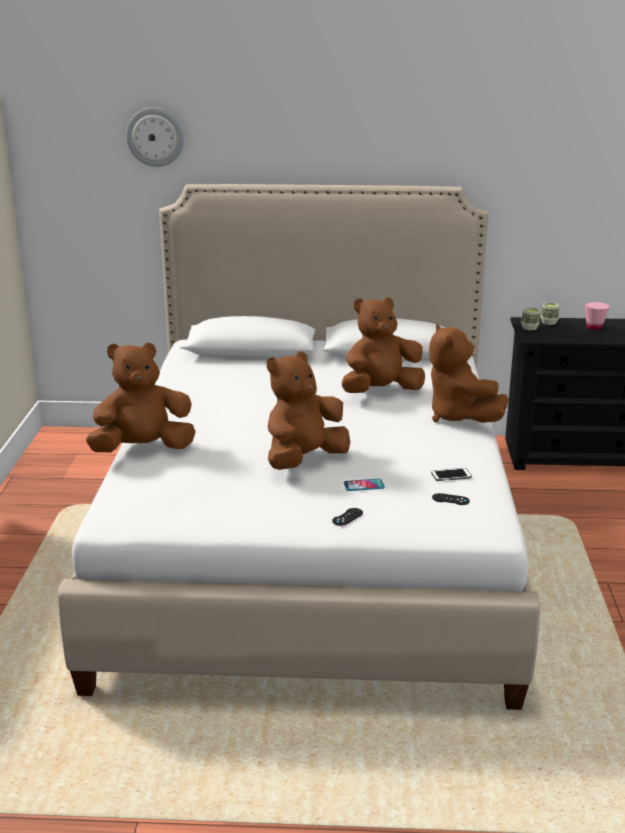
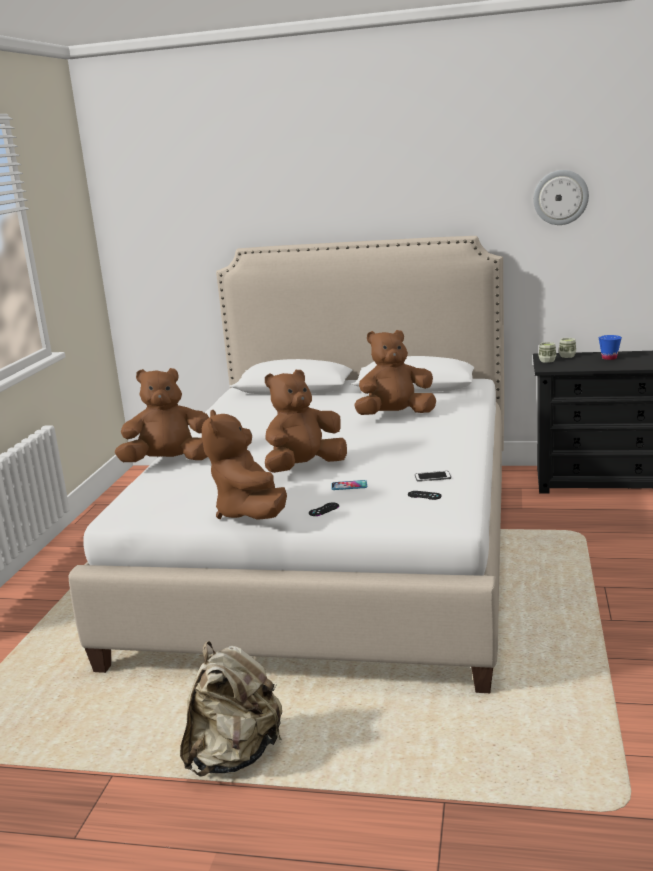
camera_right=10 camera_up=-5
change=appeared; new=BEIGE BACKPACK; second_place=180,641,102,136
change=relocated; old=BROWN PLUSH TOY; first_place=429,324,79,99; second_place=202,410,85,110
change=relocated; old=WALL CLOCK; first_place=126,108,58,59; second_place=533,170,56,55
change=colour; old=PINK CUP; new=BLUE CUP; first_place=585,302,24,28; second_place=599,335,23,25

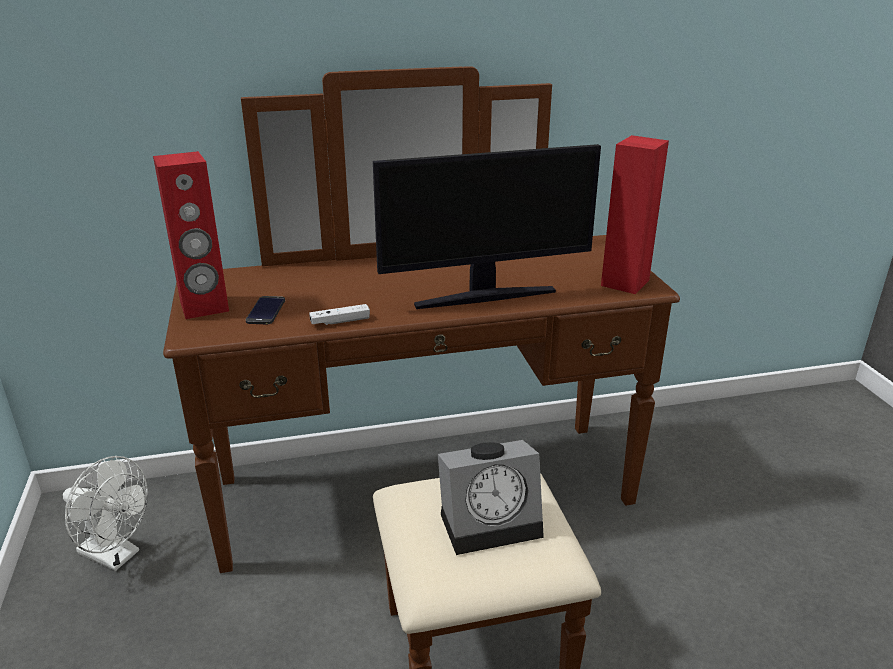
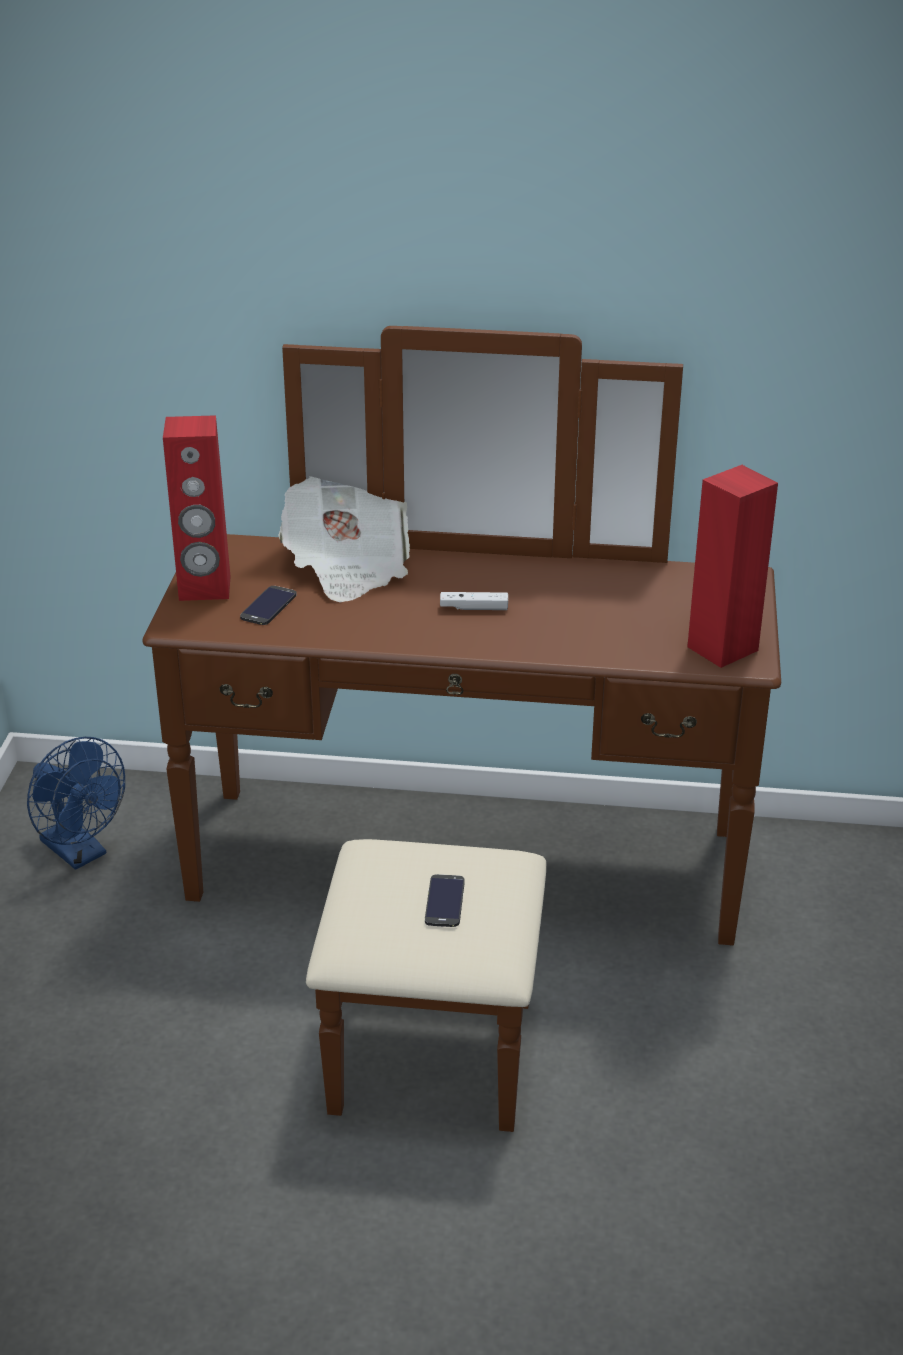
camera_right=20 camera_up=5
change=colour; old=WHITE FAN; new=BLUE FAN; first_place=63,456,85,115; second_place=27,737,98,133
change=appeared; new=NEWSPAPER; second_place=279,476,131,127
change=exchanged; old=ALARM CLOCK; new=PHONE; first_place=438,440,106,115; second_place=425,874,40,53
change=relocated; old=WHITE GAME CONTROLLER; first_place=309,304,61,21; second_place=440,592,68,18
change=missing; old=MONITOR; first_place=373,144,228,165

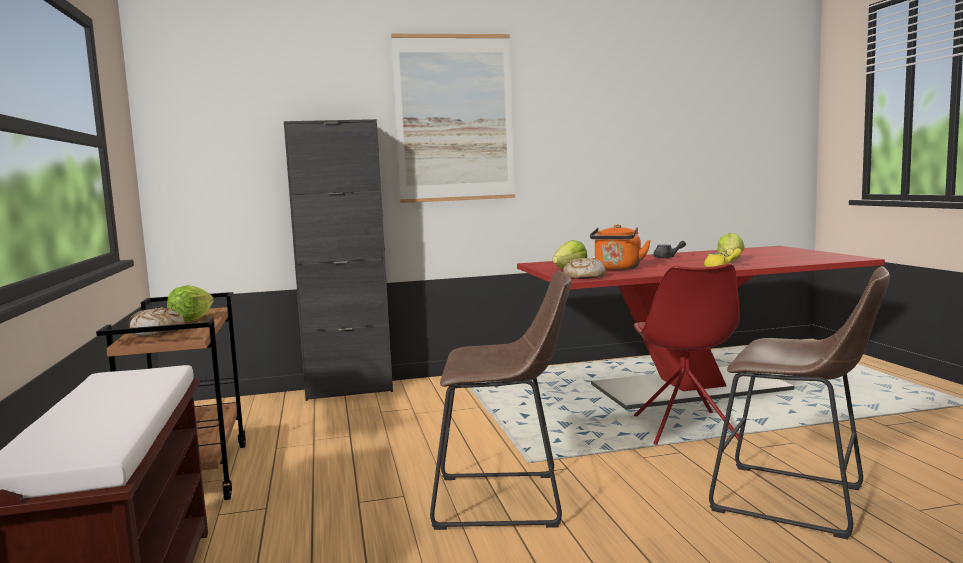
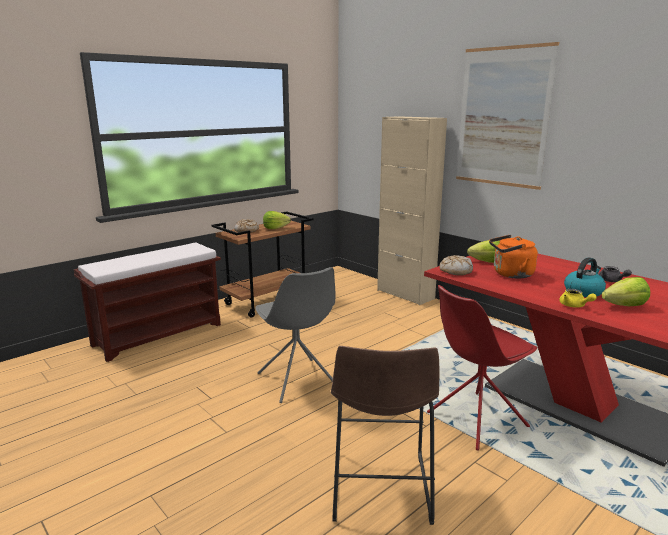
camera_right=60 camera_up=10
change=exchanged; old=BROWN STOOL; new=GREY CHAIR; first_place=430,270,141,260; second_place=256,267,79,136
change=colour; old=BLACK CABINET; new=BEIGE CABINET; first_place=284,119,109,282; second_place=377,116,70,189
change=appeared; new=KETTLE; second_place=564,257,42,40

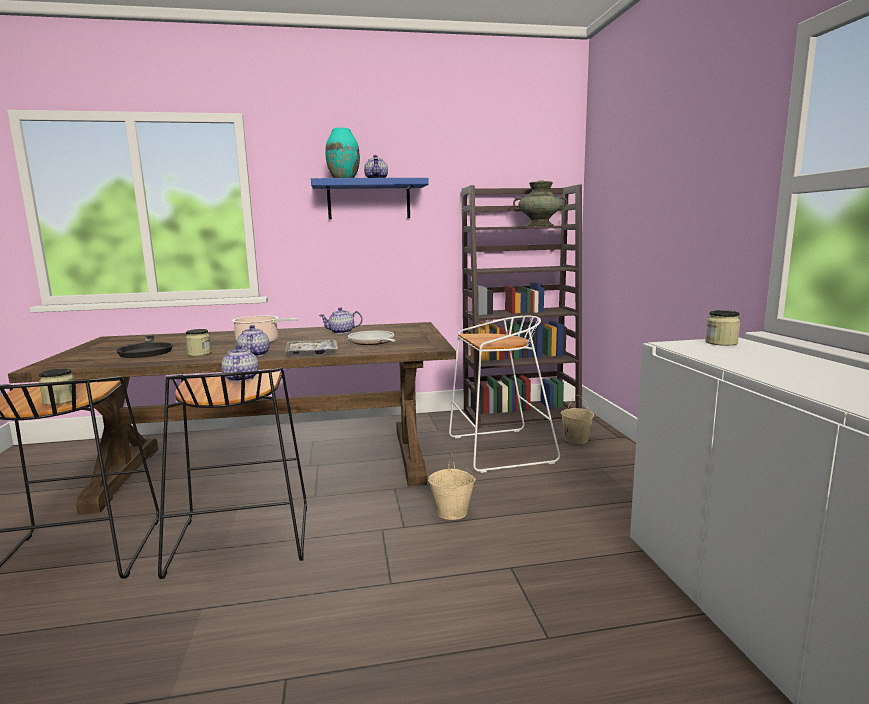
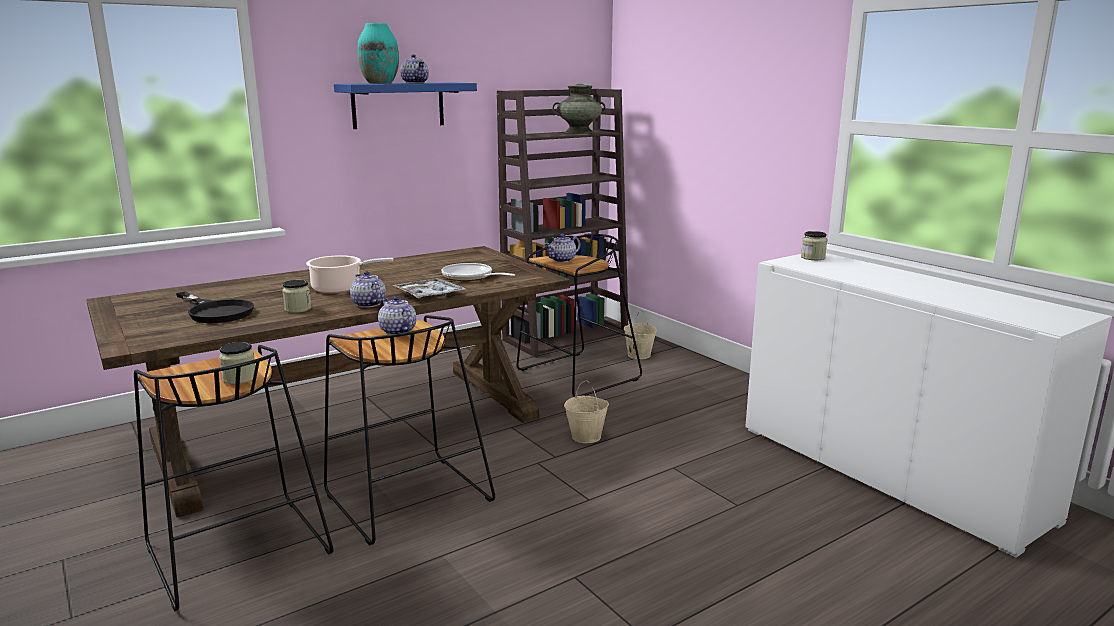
camera_right=-25 camera_up=5
change=colour; old=WHITE STOOL; new=BLACK STOOL; first_place=449,316,111,157; second_place=516,234,126,163
change=relocated; old=TEAPOT; first_place=319,307,43,27; second_place=544,234,37,28

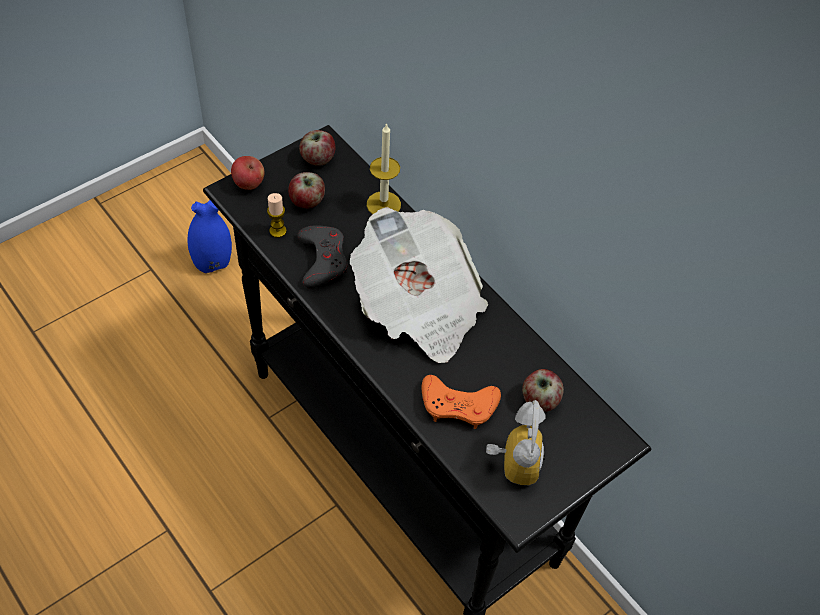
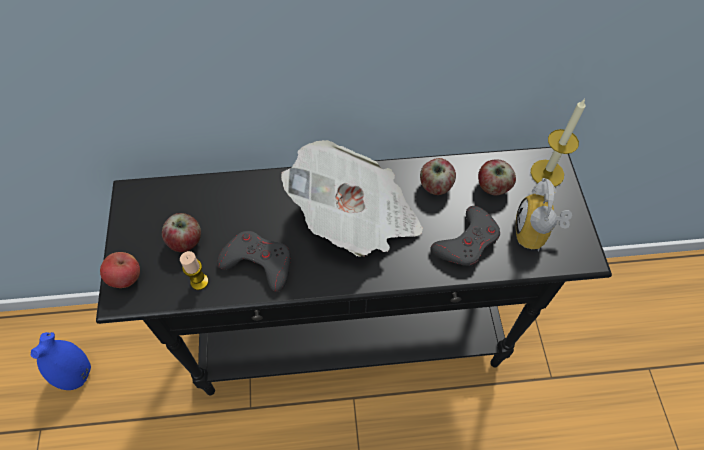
camera_right=-55 camera_up=5
change=relocated; old=APPLE; first_place=299,130,37,36; second_place=420,158,36,37
change=colour; old=ORANGE GAME CONTROLLER; new=GREY GAME CONTROLLER; first_place=422,375,79,54; second_place=430,206,70,61
change=spun; old=ALARM CLOCK; first_place=486,400,60,85; second_place=516,178,56,74; degrees=-120
change=relocated; old=CANDLE; first_place=367,123,34,91; second_place=531,99,55,88

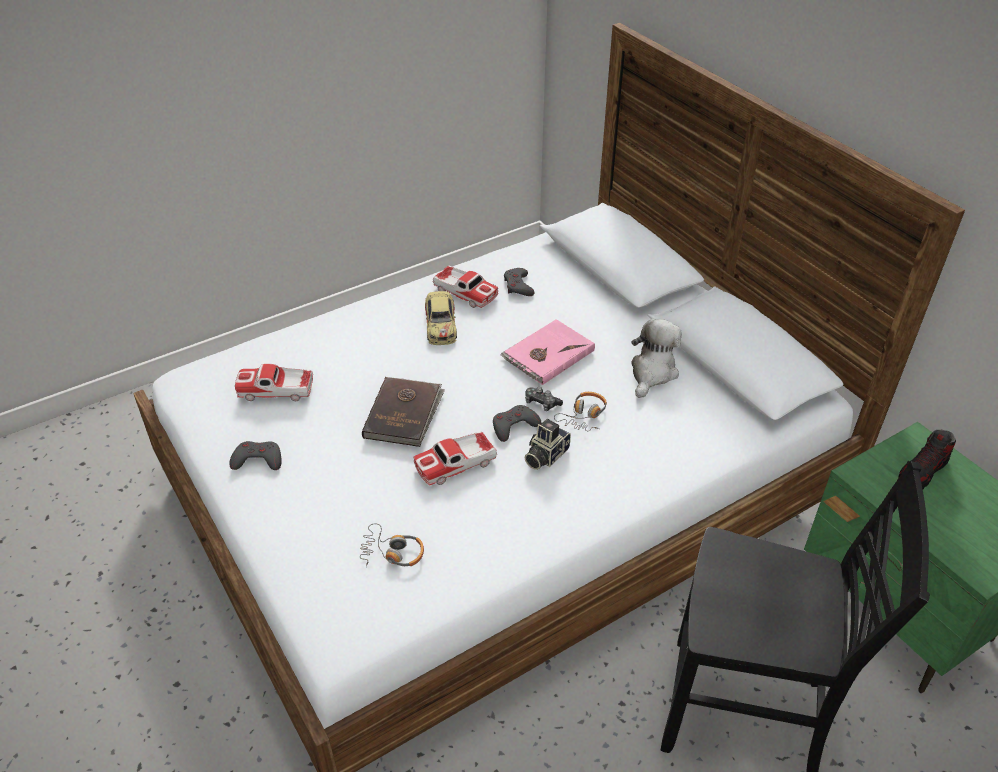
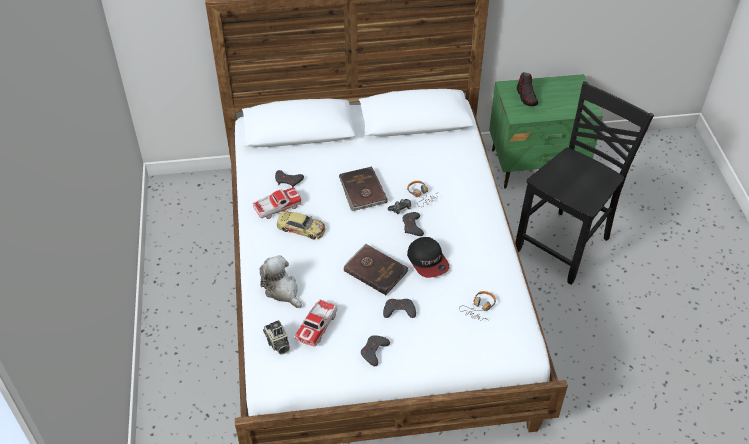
camera_right=-65 camera_up=5
change=relocated; old=PLUSH TOY; first_place=631,319,51,79; second_place=259,255,43,53
change=relocated; old=PHOTO CAMERA; first_place=524,419,47,51; second_place=263,320,27,35
change=colour; old=PINK BOOK; new=BROWN BOOK; first_place=500,319,95,66; second_place=339,166,49,45
change=appeared; new=GREY GAME CONTROLLER; second_place=383,299,33,19
change=exchanged; old=TOY CAR; new=CAP; first_place=413,431,84,55; second_place=407,237,43,41

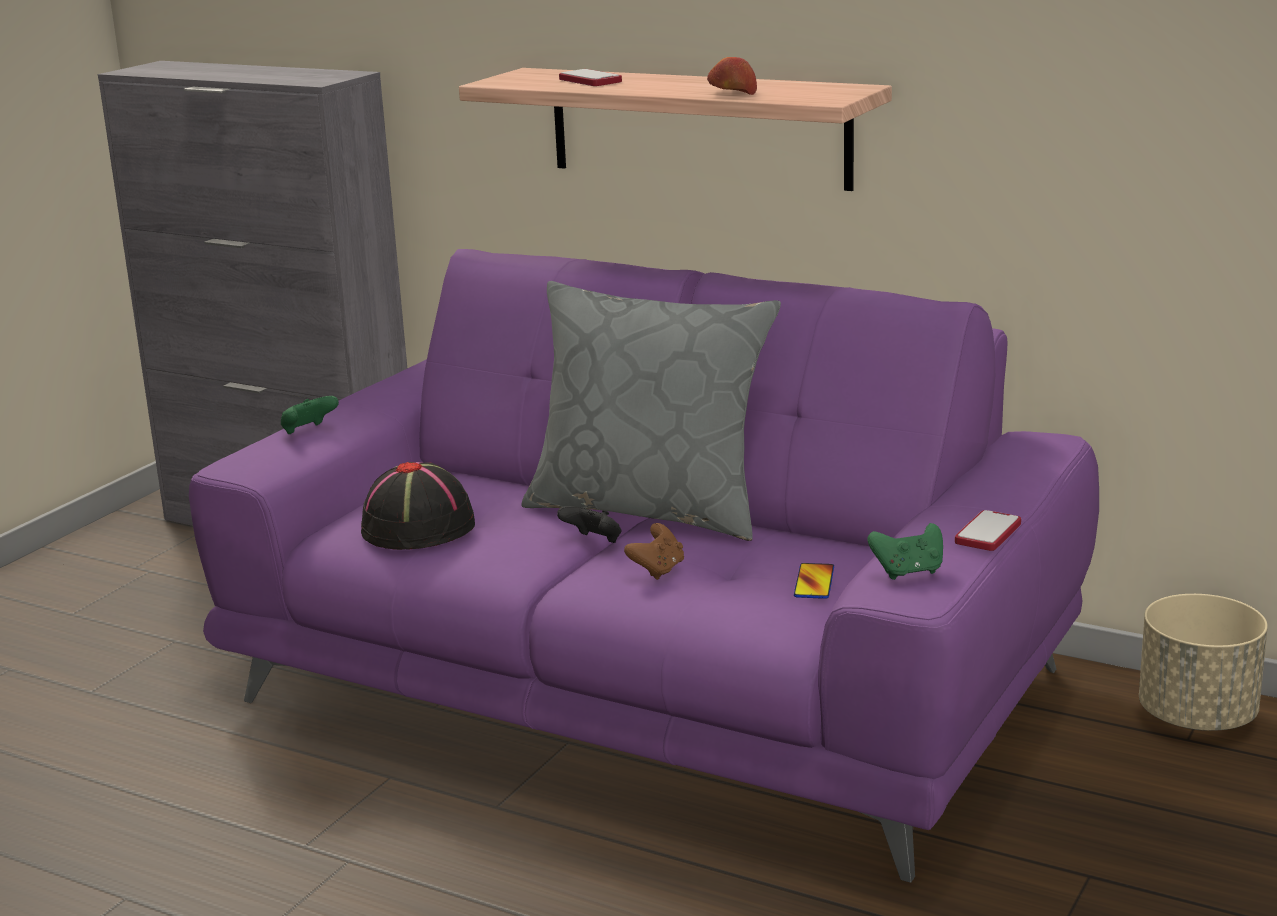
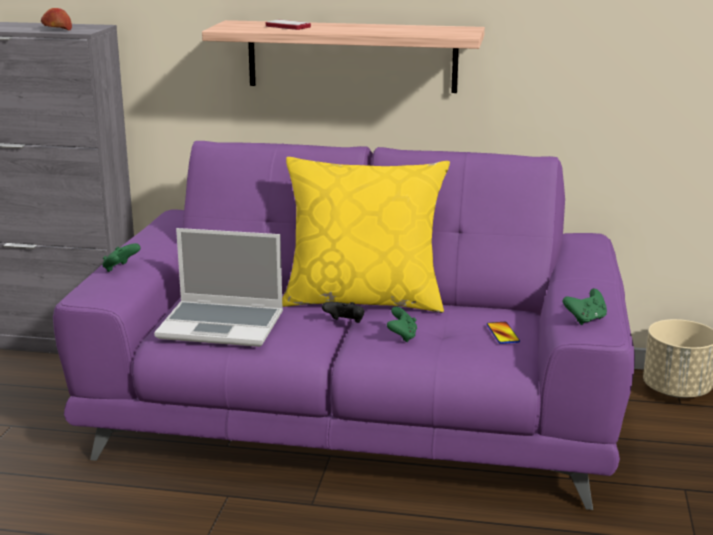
camera_right=-20 camera_up=0
change=relocated; old=APPLE; first_place=707,57,50,38; second_place=41,8,31,22
change=exchanged; old=BLACK HAT; new=LAPTOP; first_place=361,462,114,88; second_place=154,228,129,119
change=colour; old=GREY PILLOW; new=YELLOW PILLOW; first_place=521,281,260,260; second_place=282,157,168,156
change=colour; old=BROWN GAME CONTROLLER; new=GREEN GAME CONTROLLER; first_place=624,523,60,57; second_place=387,307,30,35
change=missing; old=PHONE; first_place=955,510,66,41

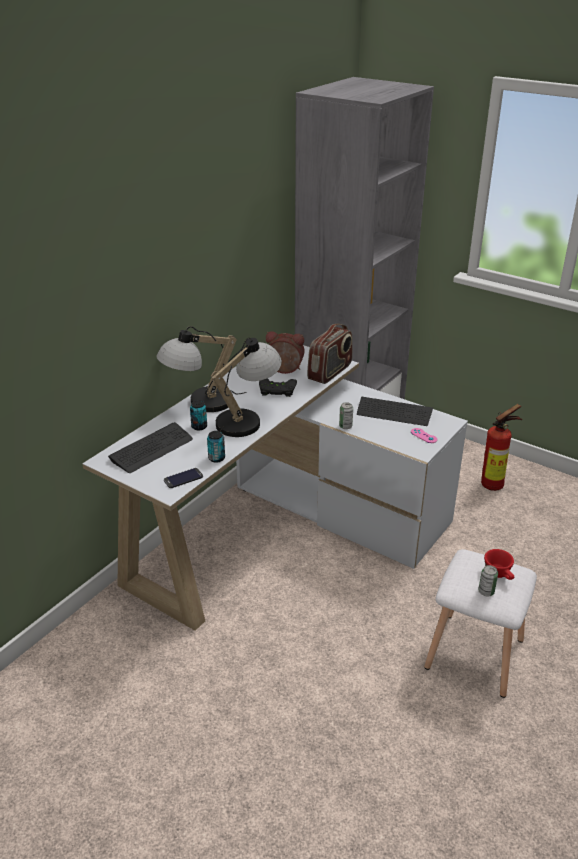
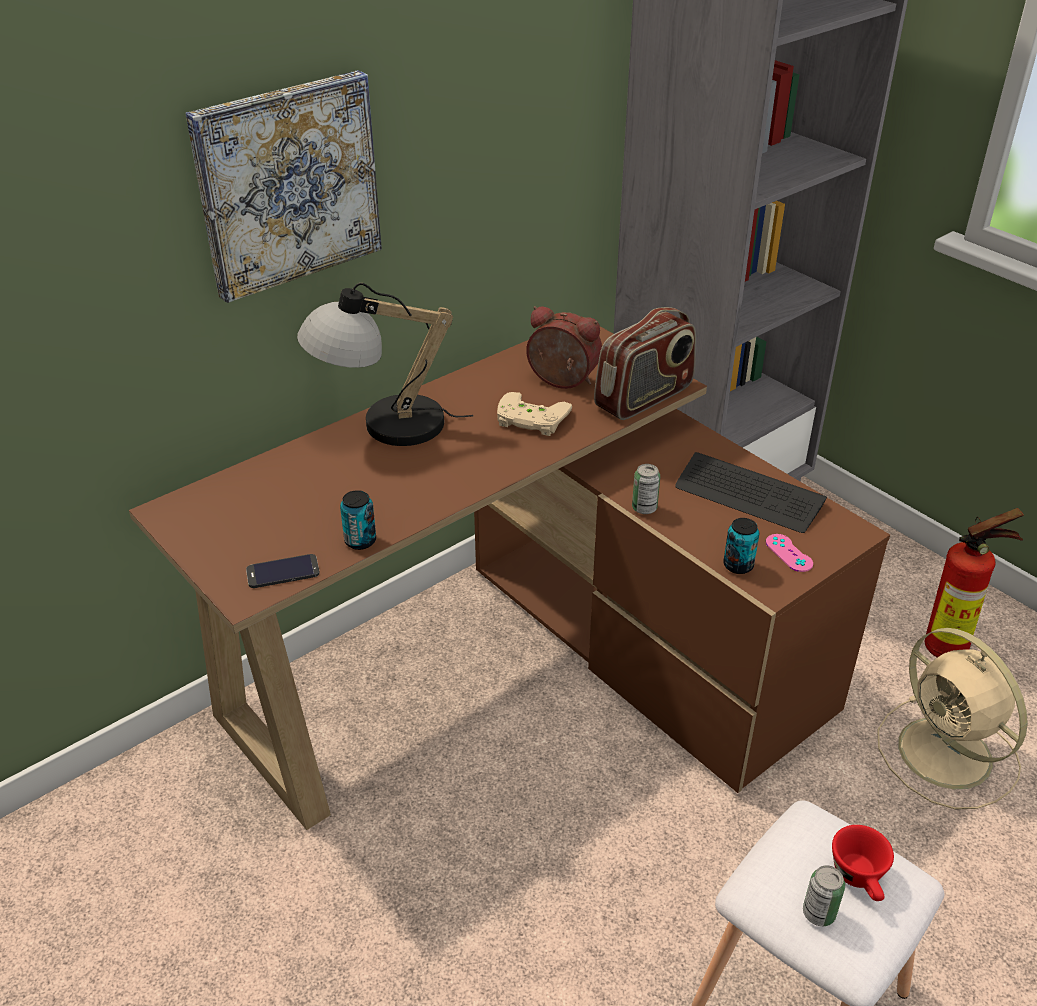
camera_right=15 camera_up=5
change=colour; old=WHITE DESK; new=BROWN DESK; first_place=82,345,386,286; second_place=129,317,761,513
change=appeared; new=PICTURE; second_place=185,70,197,233
change=colour; old=BLACK GAME CONTROLLER; new=BEIGE GAME CONTROLLER; first_place=259,378,38,19; second_place=497,392,75,44
change=relocated; old=CAN; first_place=190,400,17,31; second_place=723,518,37,56
change=appeared; new=BEIGE FAN; second_place=877,628,151,182
change=missing; old=KEYBOARD; first_place=108,422,85,51
change=missing; old=TABLE LAMP; first_place=211,338,71,99

